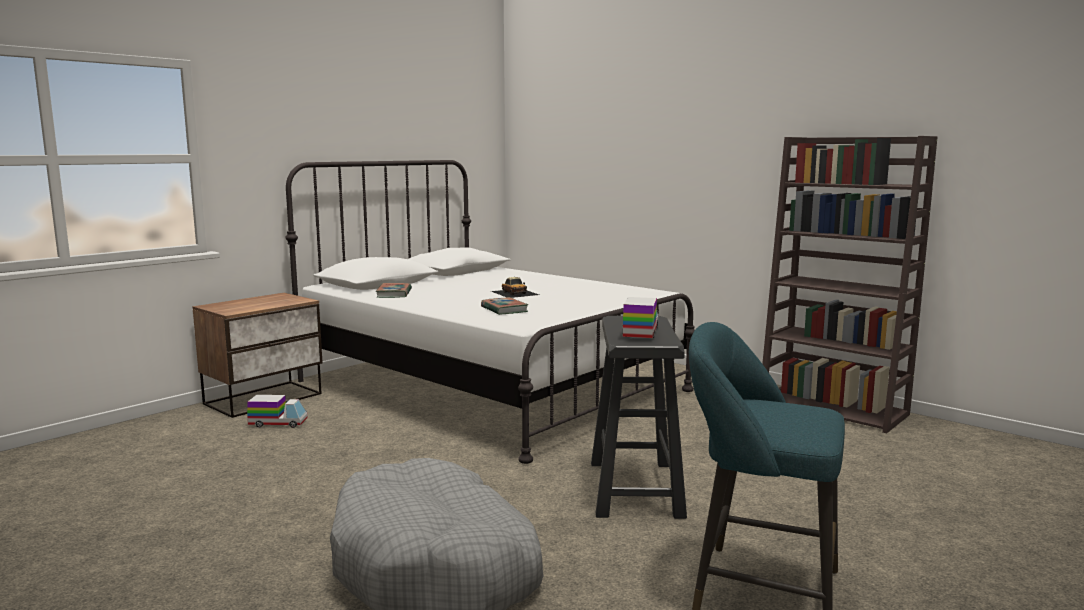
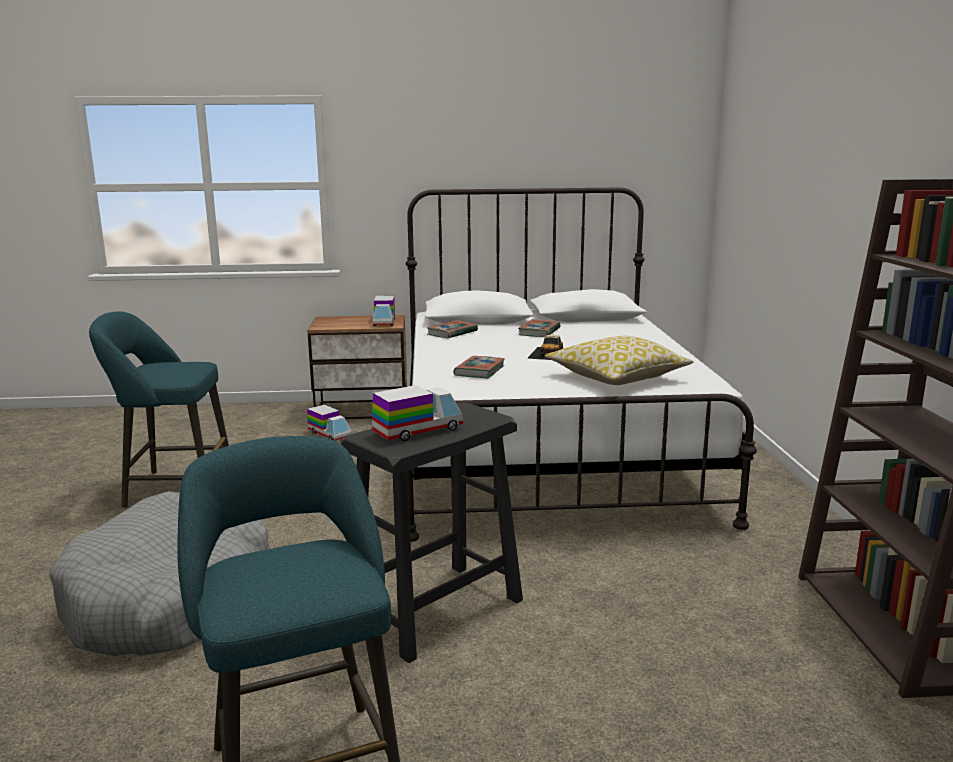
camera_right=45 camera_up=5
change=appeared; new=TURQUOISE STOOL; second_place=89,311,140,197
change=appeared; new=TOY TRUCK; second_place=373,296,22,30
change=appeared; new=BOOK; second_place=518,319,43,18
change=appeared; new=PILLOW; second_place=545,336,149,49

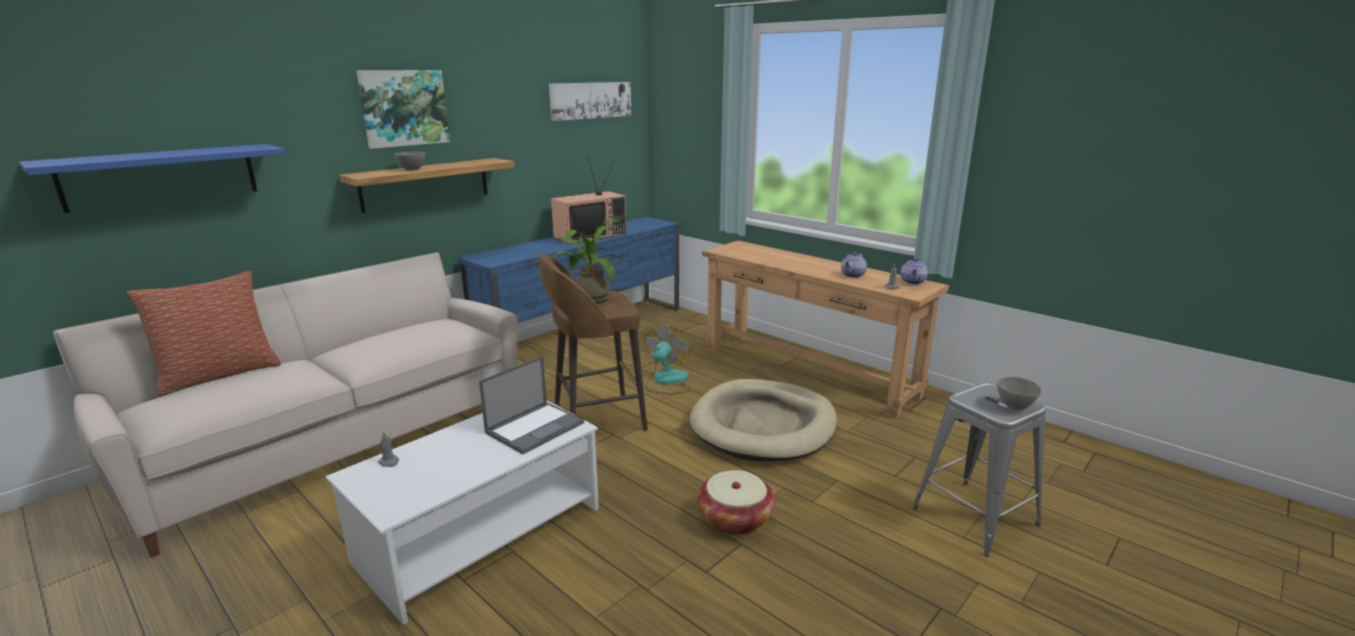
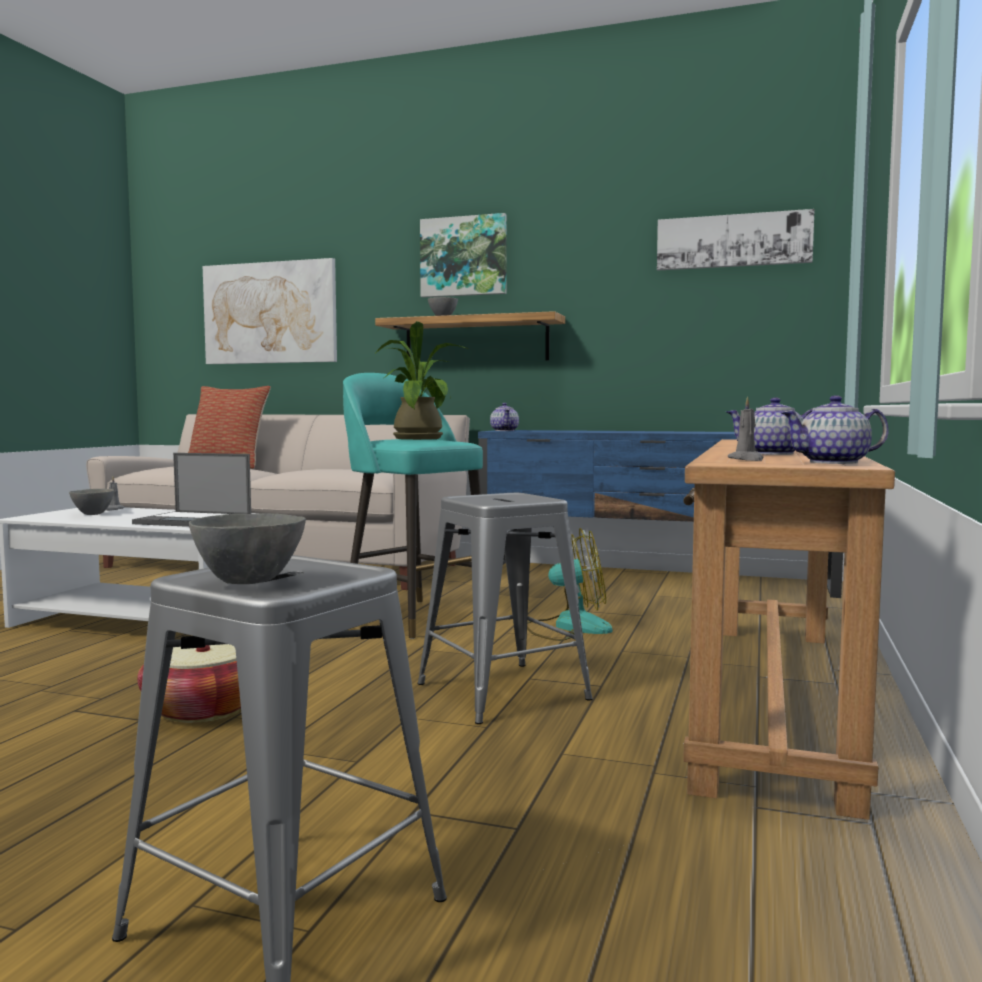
camera_right=65 camera_up=-15
change=appeared; new=GREY BOWL; second_place=69,489,45,26
change=exchanged; old=BLUE SHELF; new=PICTURE; first_place=19,144,266,69; second_place=203,258,134,106
change=colour; old=BROWN STOOL; new=TURQUOISE STOOL; first_place=539,253,109,178; second_place=343,373,140,266
change=exchanged; old=BEIGE DOG BED; new=GREY STOOL; first_place=690,379,147,82; second_place=418,493,175,231
change=appeared; new=TEAPOT; second_place=490,403,29,28
change=missing; old=TELEVISION; first_place=551,156,76,88

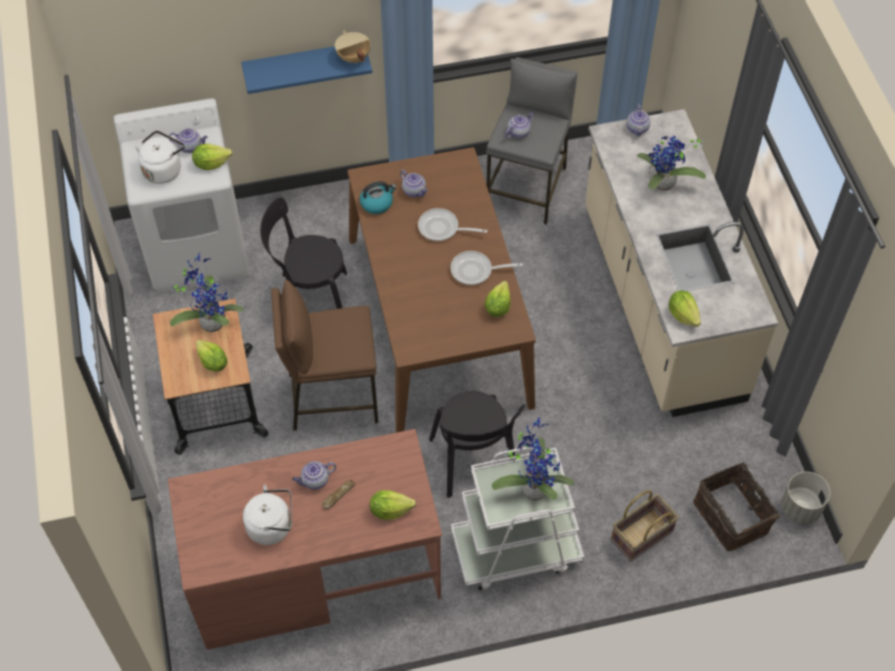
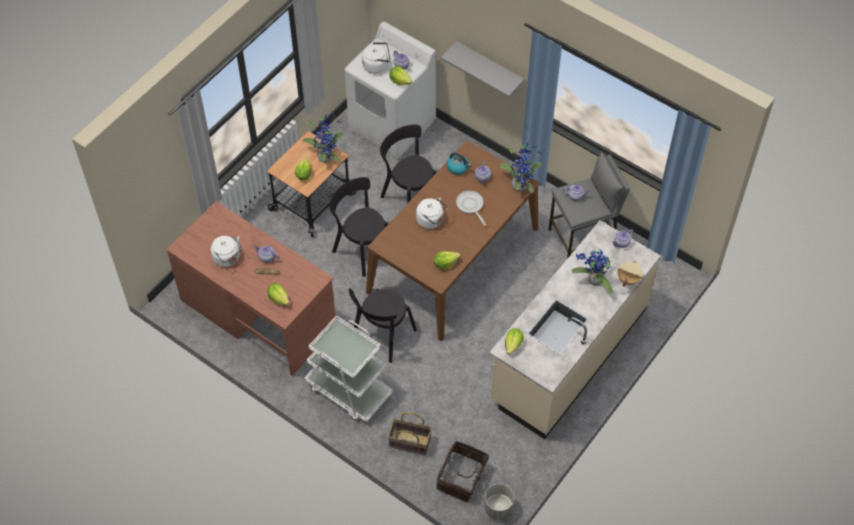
camera_right=50 camera_up=0
change=exchanged; old=BROWN STOOL; new=BLACK CHAIR; first_place=271,280,107,150; second_place=329,177,59,100
change=appeared; new=WHITE KETTLE; second_place=416,197,33,32
change=colour; old=BLUE SHELF; new=GREY SHELF; first_place=241,46,131,48; second_place=441,41,84,56
change=relocated; old=POTTED PLANT; first_place=492,417,82,83; second_place=499,142,44,51
change=relocated; old=BEIGE COOKING POT; first_place=335,30,35,34; second_place=617,260,26,27
change=missing; old=FRYING PAN; first_place=451,251,72,34

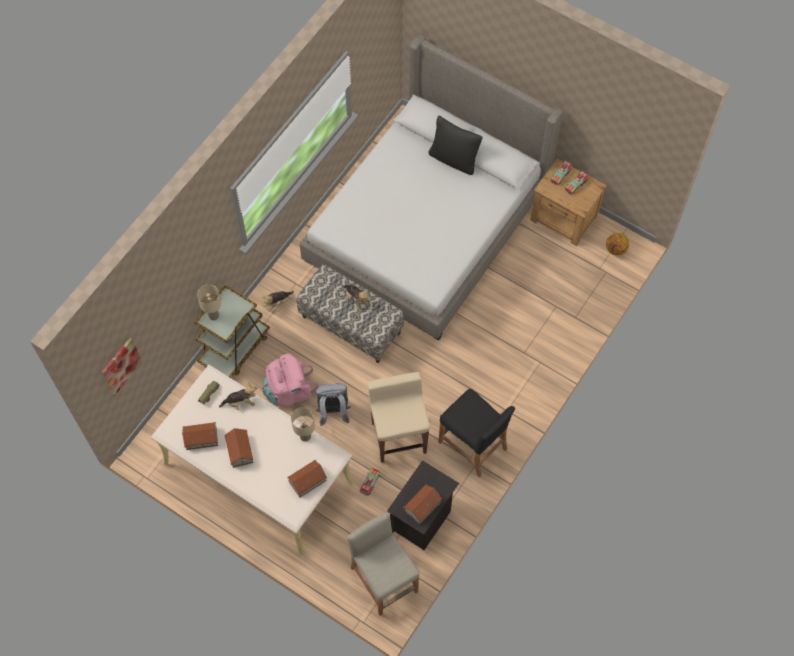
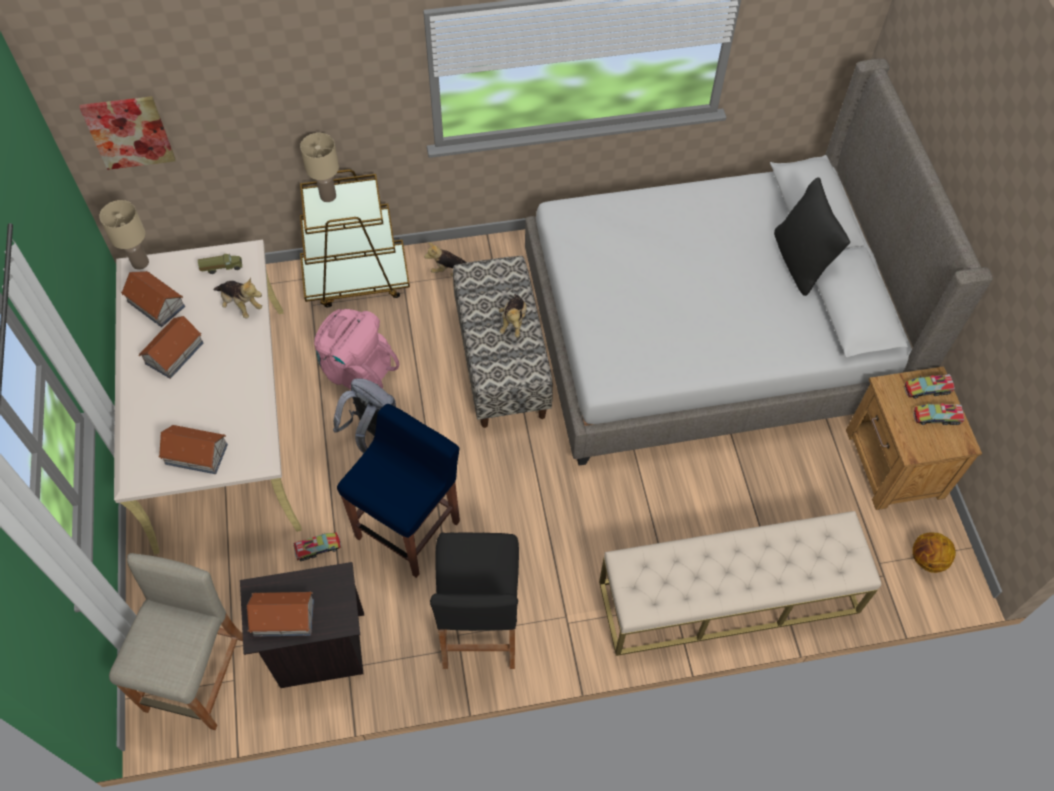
camera_right=45 camera_up=-5
change=relocated; old=BEIGE TABLE LAMP; first_place=291,407,24,35; second_place=99,200,50,70
change=colour; old=BEIGE STOOL; new=BLUE STOOL; first_place=367,372,63,91; second_place=337,404,123,174
change=appeared; new=BEIGE BENCH; second_place=599,511,282,145

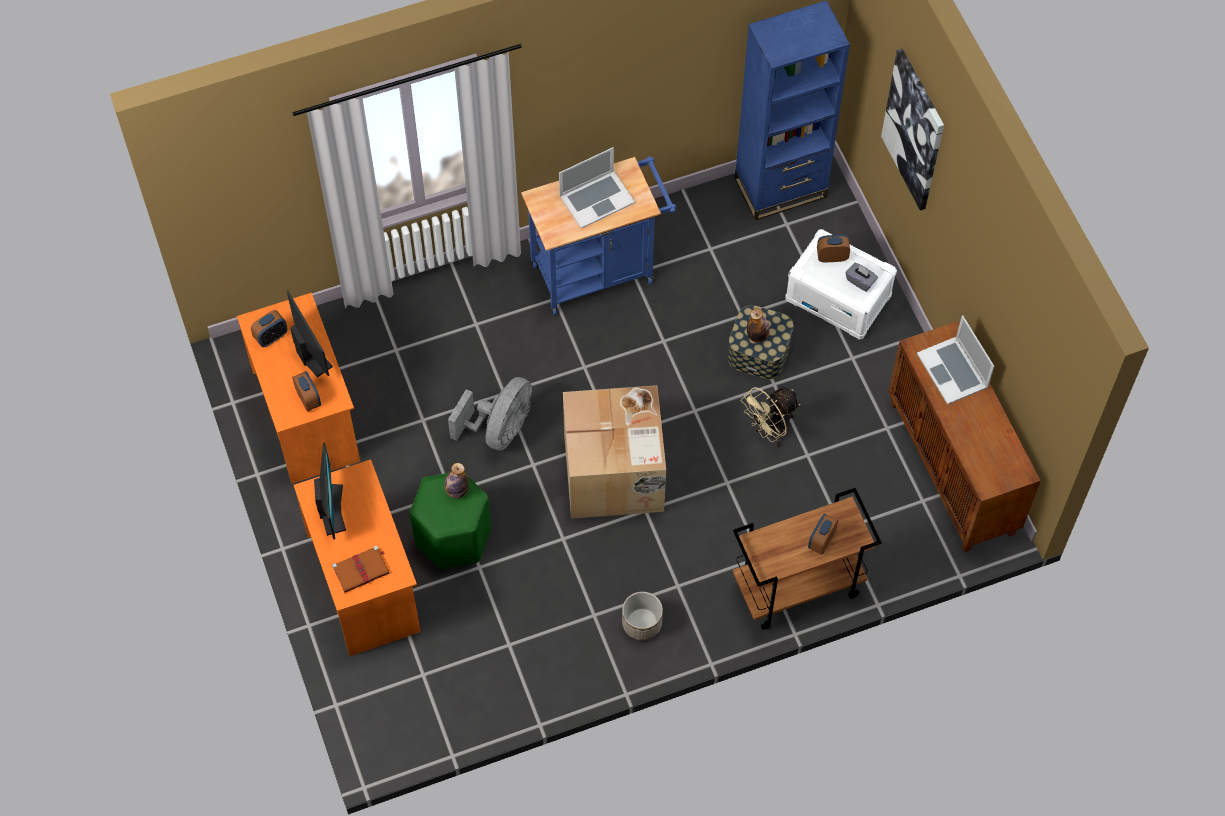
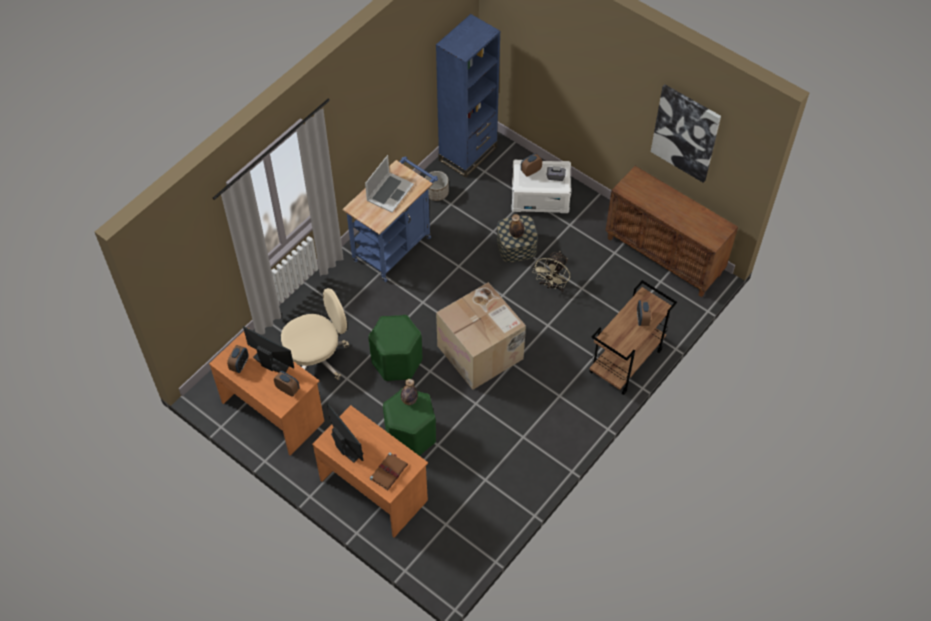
camera_right=-30 camera_up=-5
change=appeared; new=BEIGE OFFICE CHAIR; second_place=281,288,68,92
change=exchanged; old=GREY FAN; new=GREEN STOOL; first_place=448,377,84,74; second_place=368,315,54,66
change=relocated; old=PLANTER; first_place=622,592,41,48; second_place=425,171,24,30
change=relocated; old=PICTURE; first_place=881,48,63,162; second_place=651,84,70,99
change=missing; old=LAPTOP; first_place=917,315,77,90

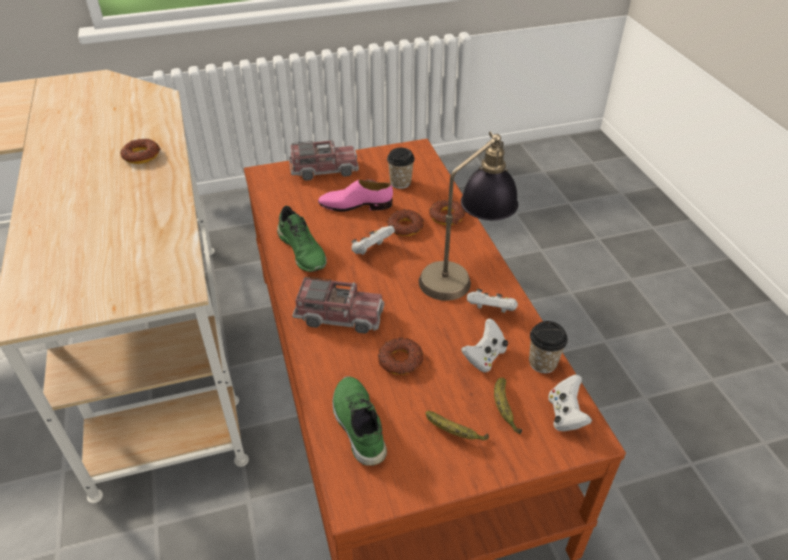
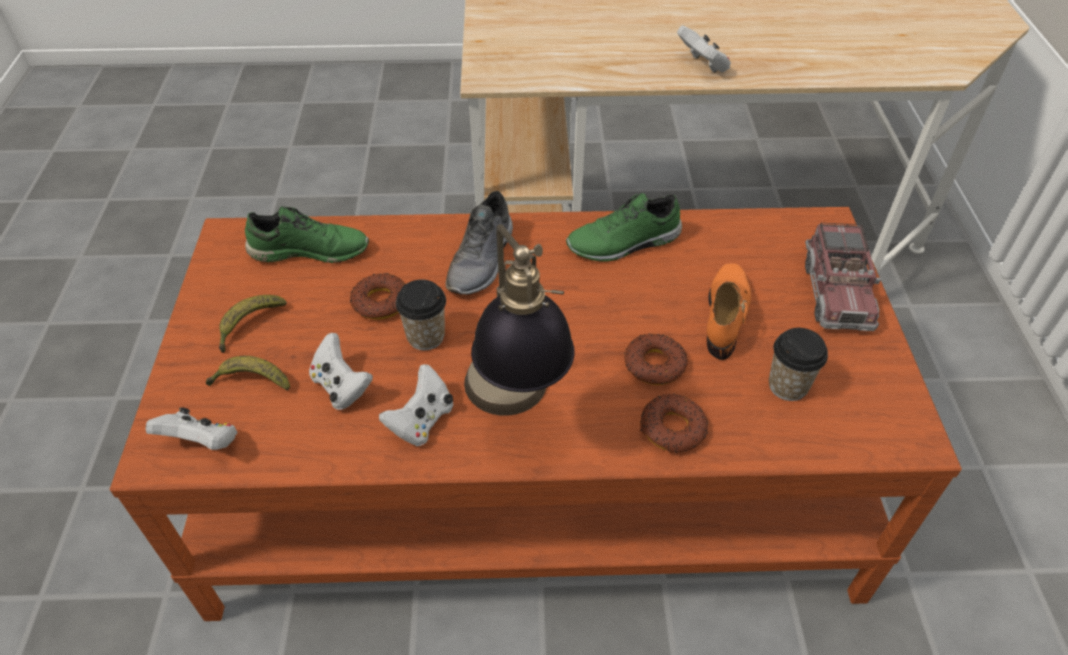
camera_right=105 camera_up=5
change=relocated; old=CUP; first_place=529,321,39,52; second_place=396,279,50,71
change=exchanged; old=TOY TRUCK; new=GREY SHOE; first_place=292,277,92,57; second_place=445,191,68,104
change=relocated; old=WHITE GAME CONTROLLER; first_place=351,226,44,29; second_place=677,25,54,48
change=colour; old=PINK SHOE; new=ORANGE SHOE; first_place=318,179,75,33; second_place=707,263,44,97
change=missing; old=DONUT; first_place=120,139,41,25

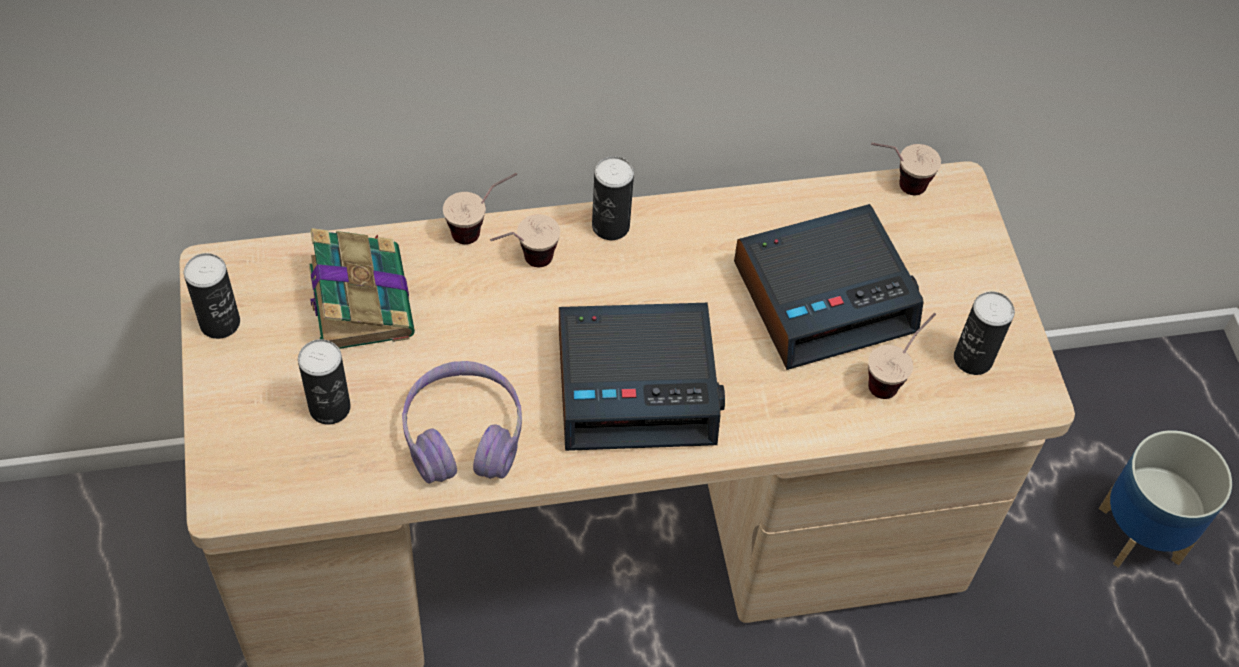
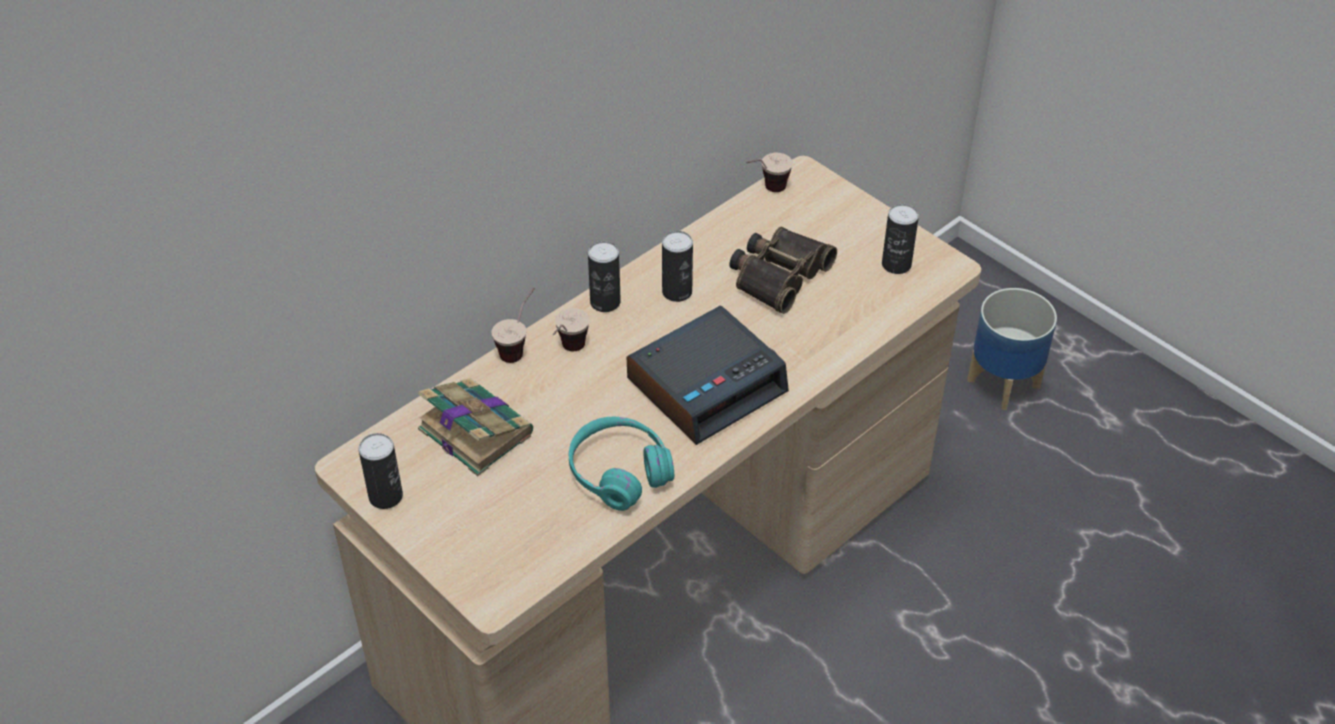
camera_right=-30 camera_up=-10
change=colour; old=PURPLE HEADPHONES; new=TURQUOISE HEADPHONES; first_place=402,361,120,123; second_place=569,417,105,94
change=relocated; old=CAN; first_place=298,339,53,85; second_place=662,231,31,71
change=exchanged; old=ALARM CLOCK; new=BINOCULARS; first_place=734,204,190,166; second_place=730,227,107,87
change=missing; old=CUP; first_place=868,313,68,86

